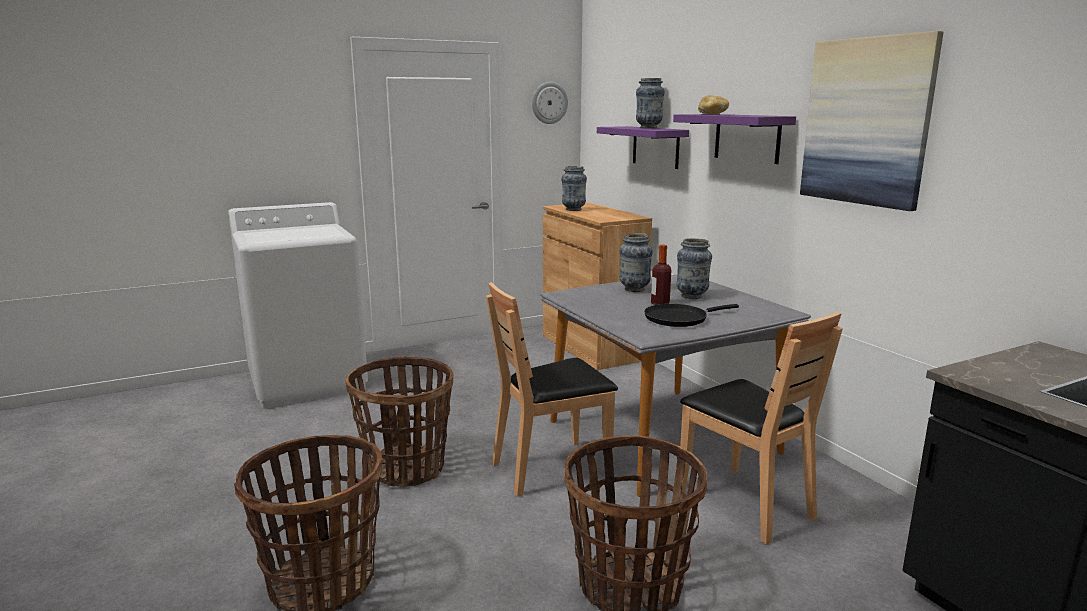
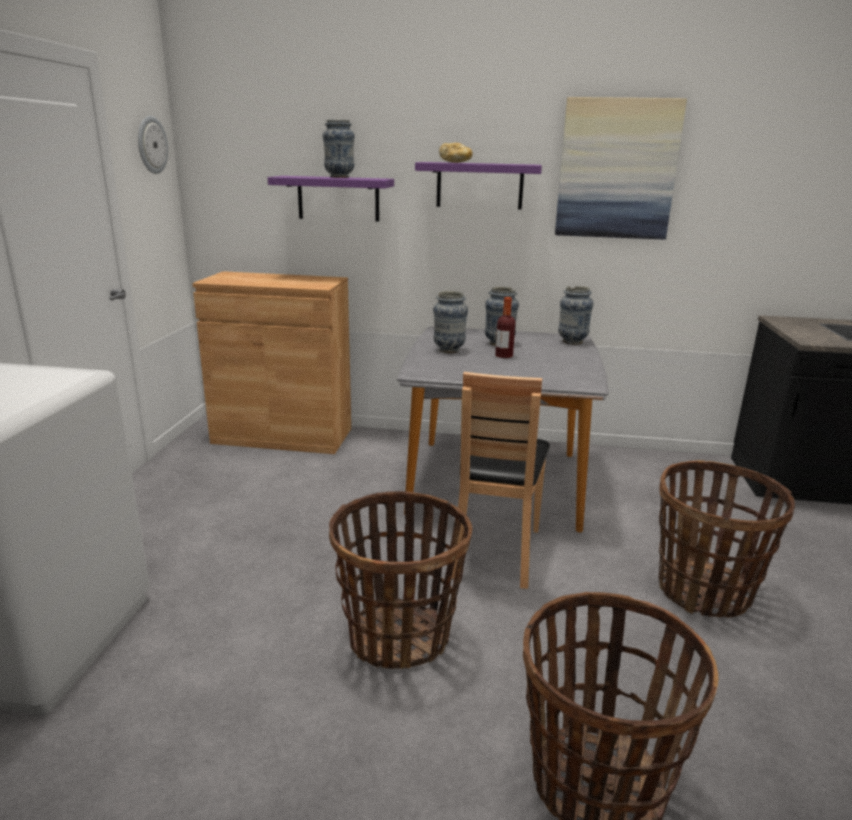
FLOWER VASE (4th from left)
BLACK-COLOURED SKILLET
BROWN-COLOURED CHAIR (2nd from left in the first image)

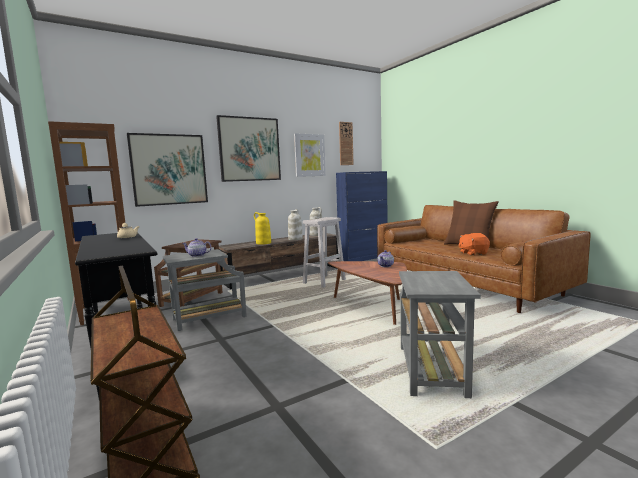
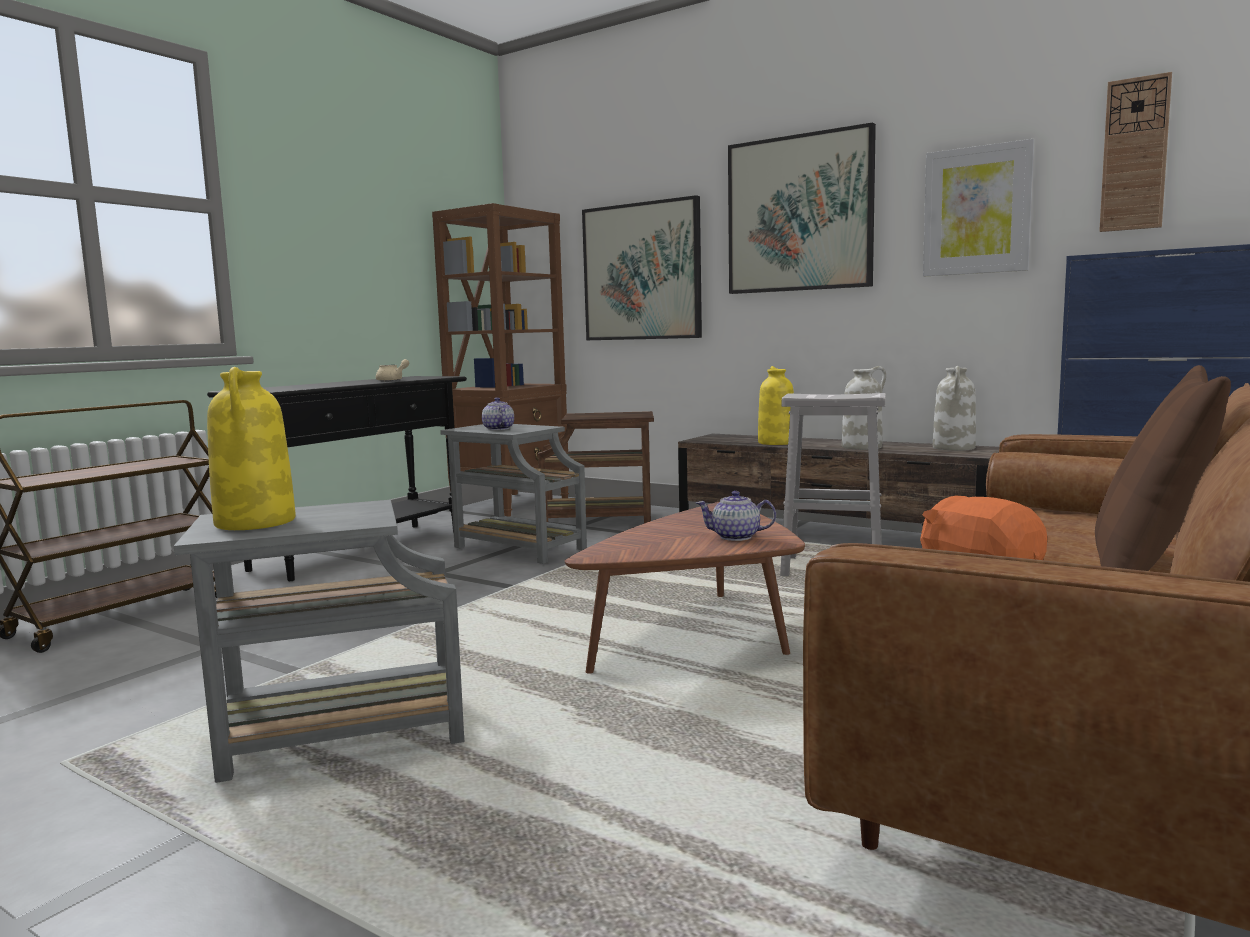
YELLOW FLOWER VASE (1st from left)

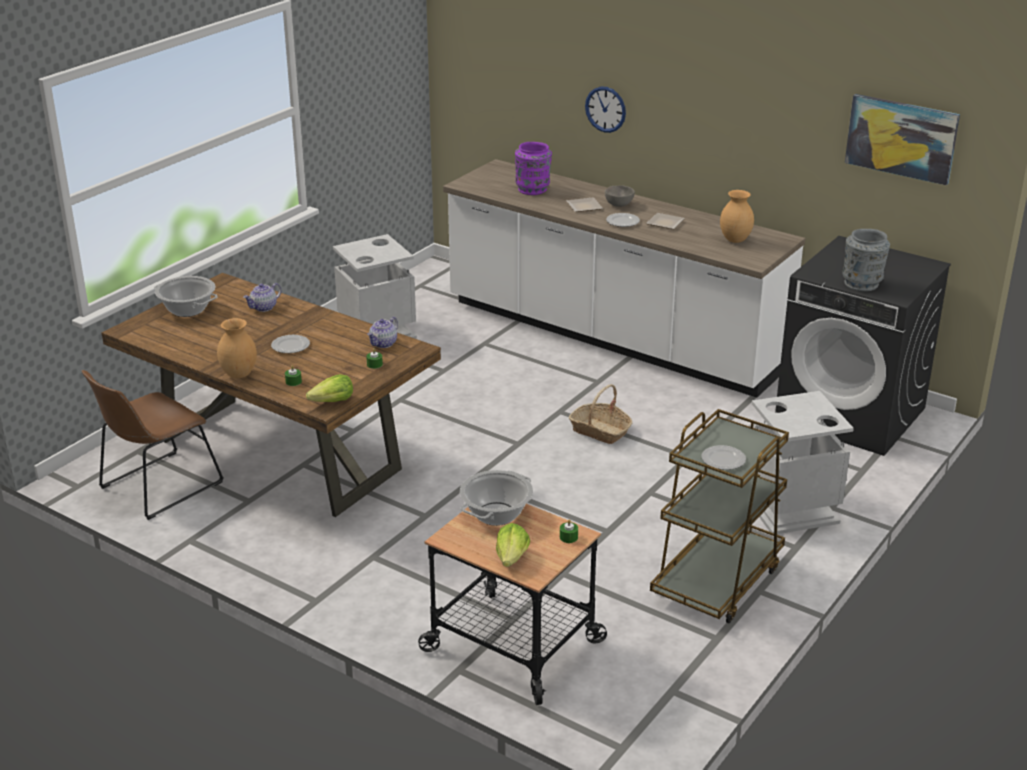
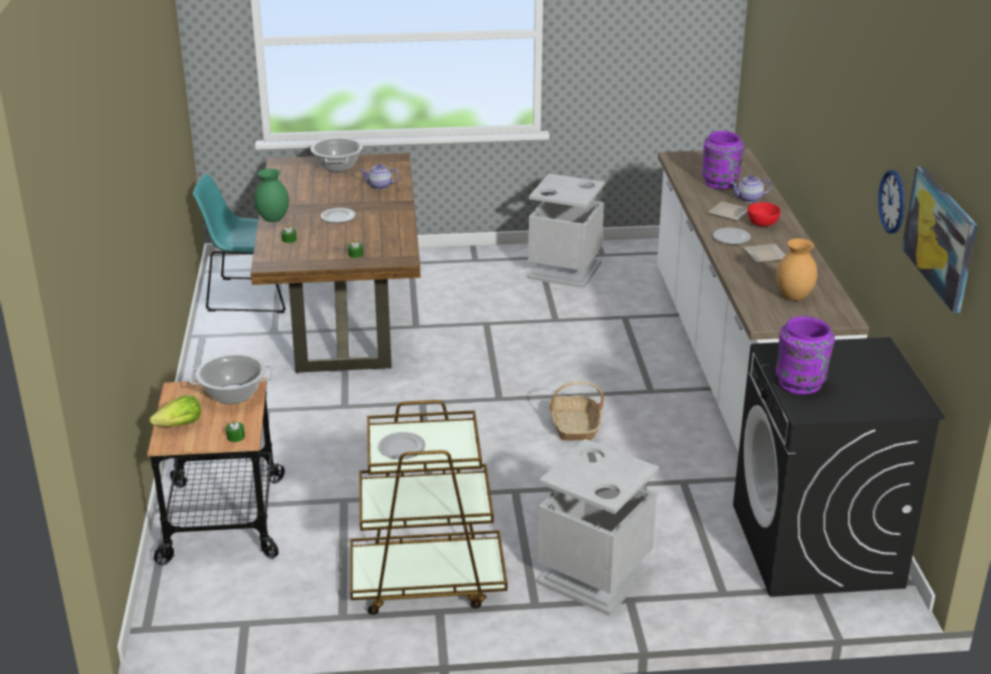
BLUE-GREEN CHAIR
GREEN-COLOURED FLOWER VASE
HEAD OF LETTUCE (1st from left in the first image)
TEAPOT (2nd from left)
HANGING CLOCK
RED-COLOURED BOWL
PURPLISH FLOWER VASE (2nd from left)

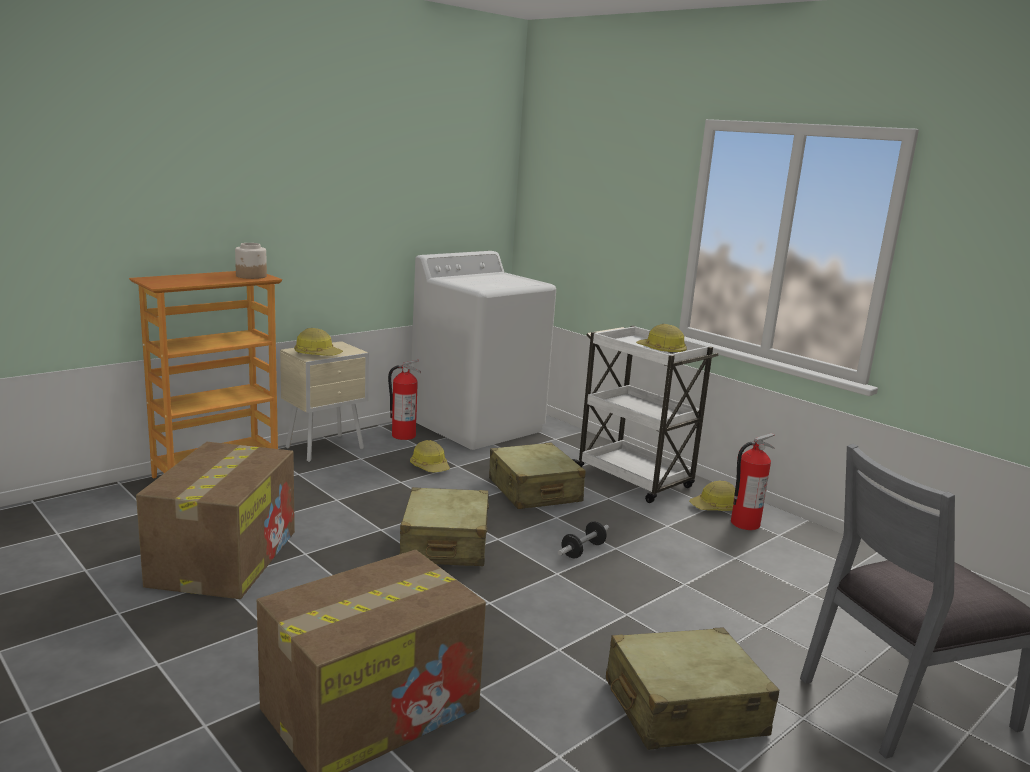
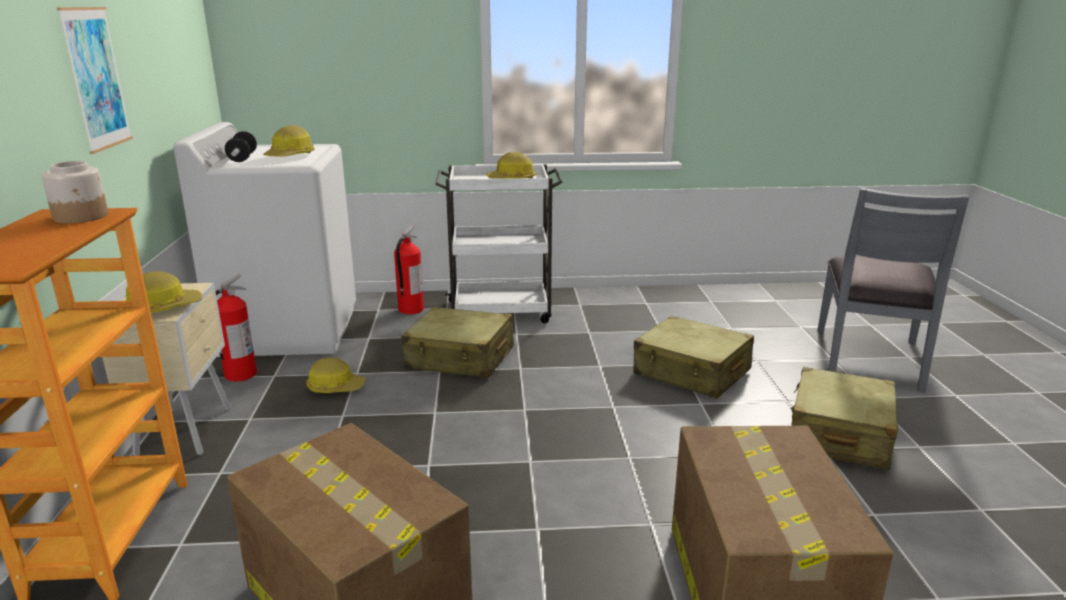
BEIGE SUITCASE (2nd from left)
HAND WEIGHT
WORK HELMET (2nd from left)
FIRE-FIGHTING CYLINDER (2nd from left)
WALL ART

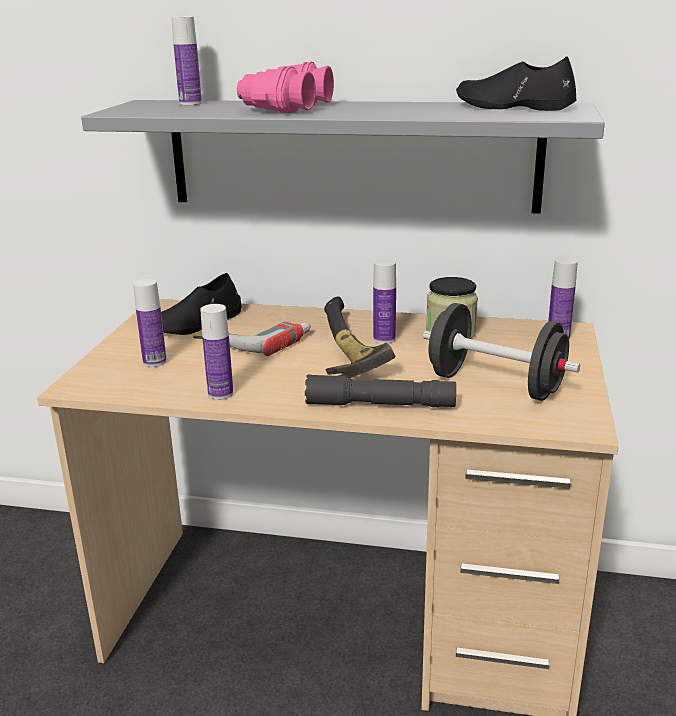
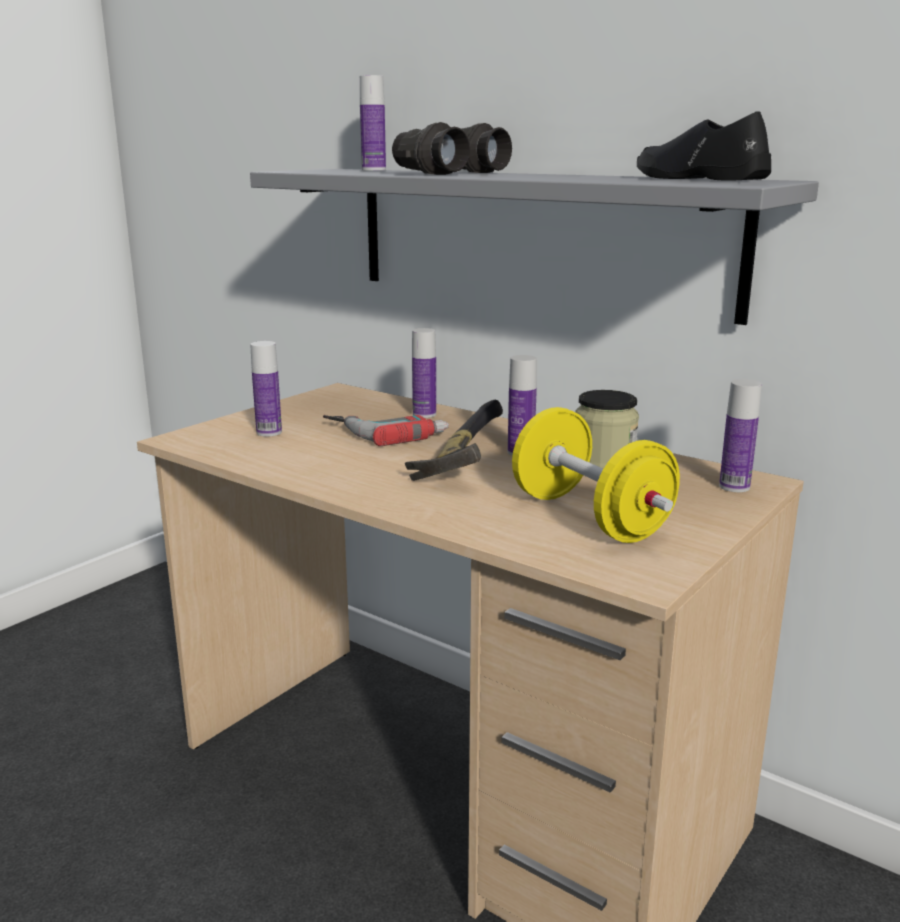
BLACK-COLOURED LOW SHOE (1st from left in the first image)
BEVERAGE BOTTLE (3rd from left)
BLACK-COLOURED PAIR OF BINOCULARS
GRAY FLASHLIGHT
YELLOW HAND WEIGHT

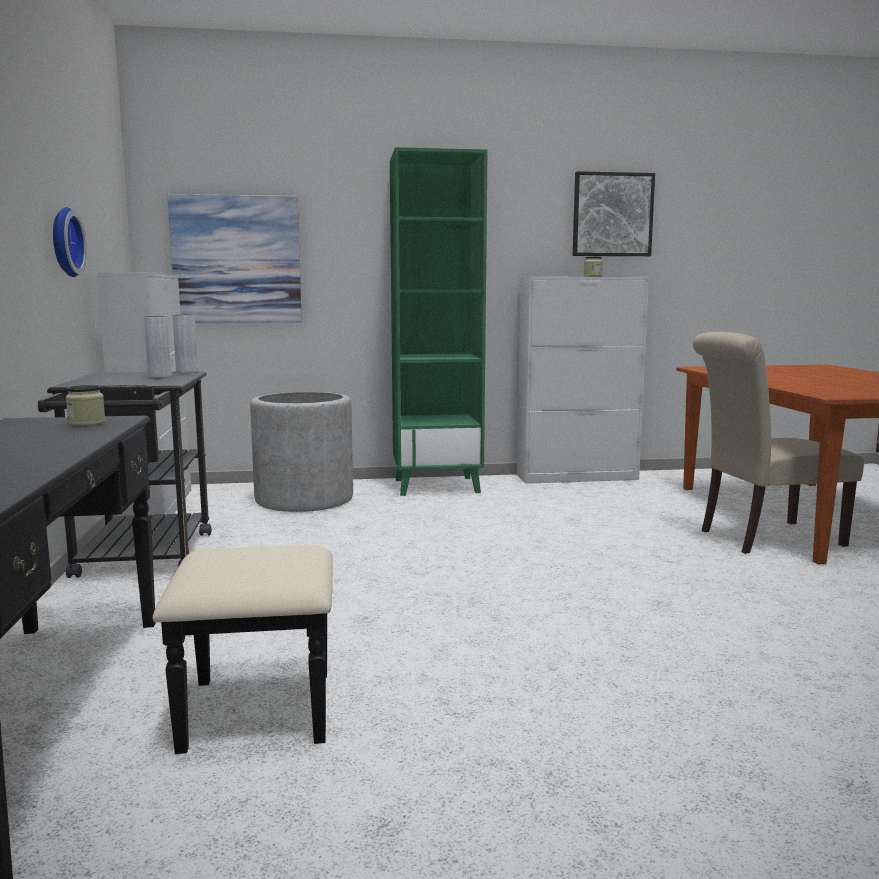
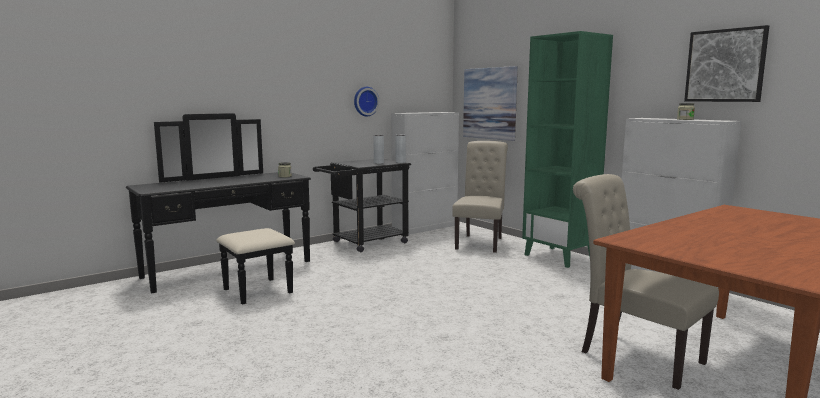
BEIGE CHAIR (1st from left)

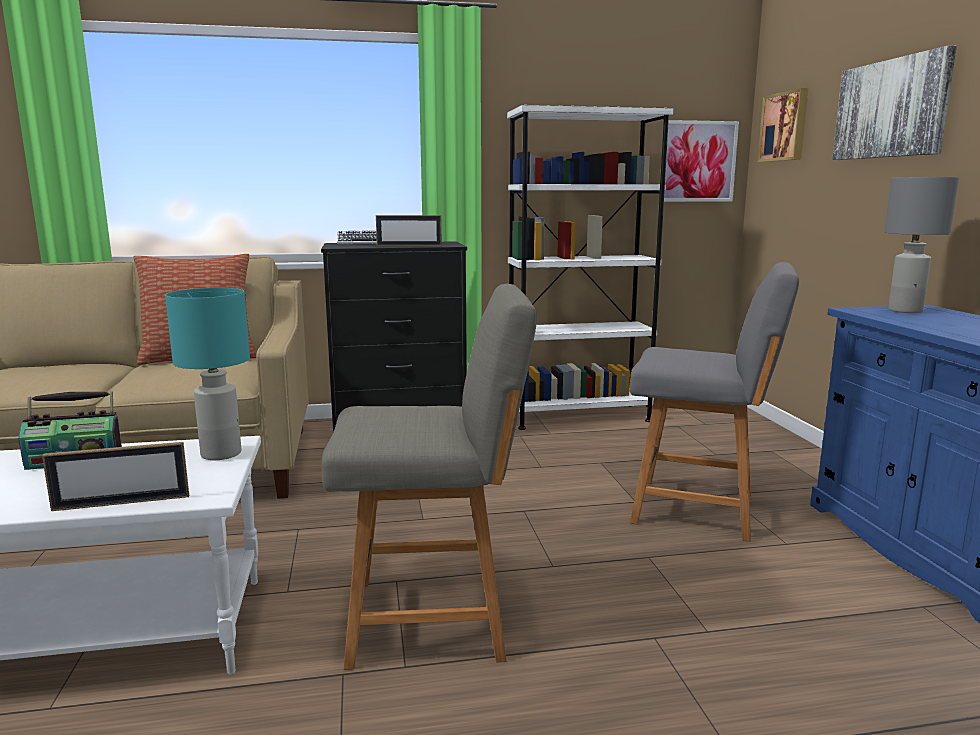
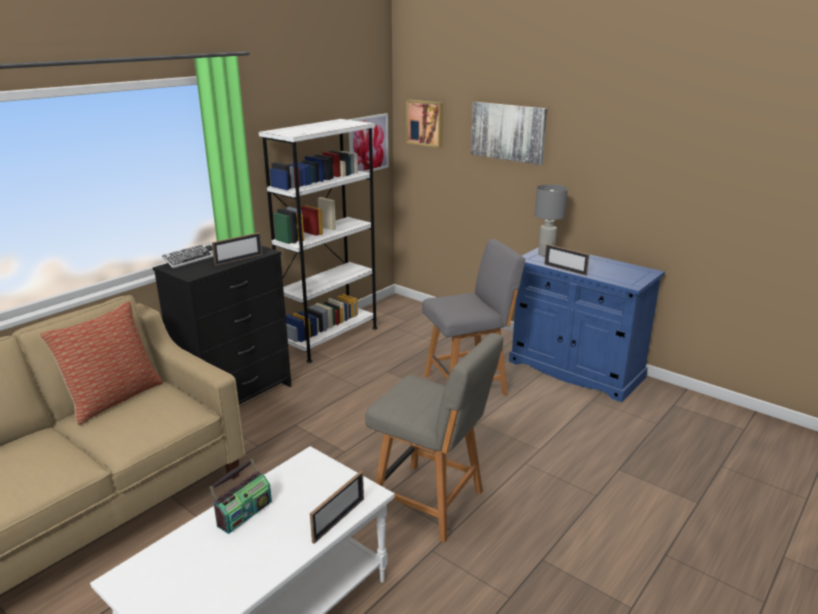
BLUE-GREEN TABLETOP LAMP
GRAY CHAIR (1st from left)
PHOTO FRAME (3rd from left)

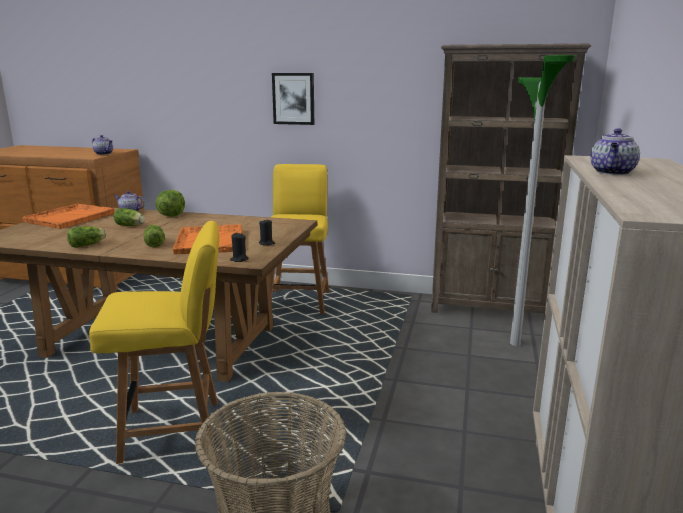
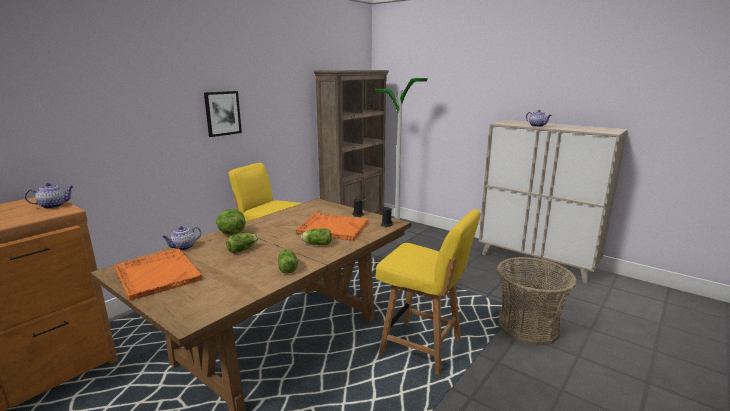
YELLOW CHAIR (2nd from left)

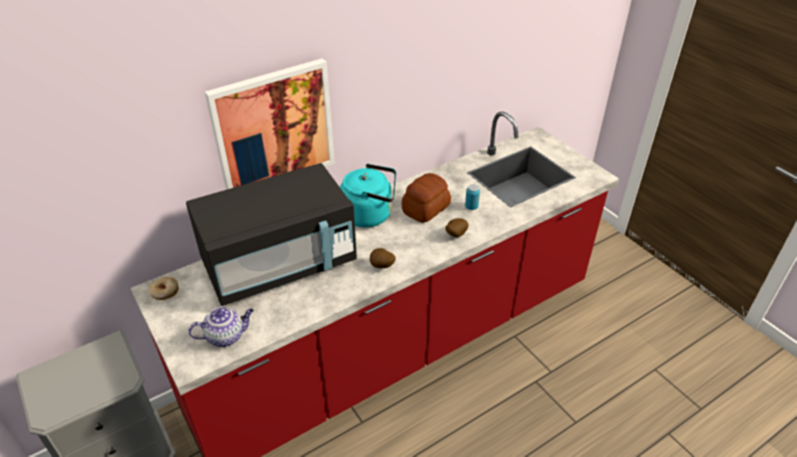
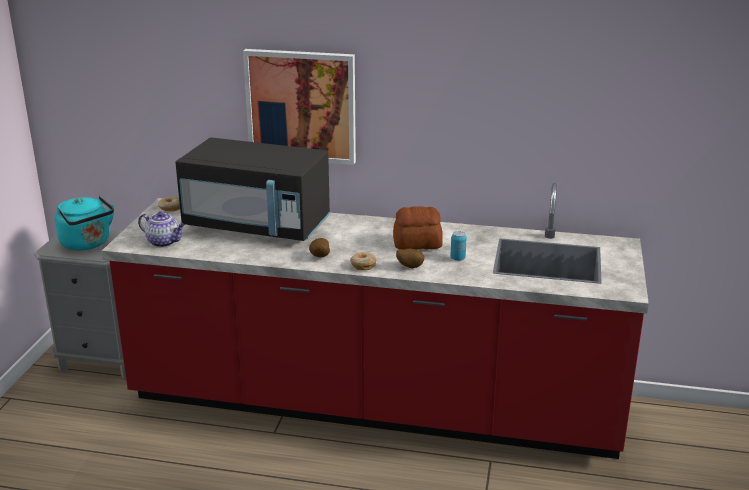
BLUE-GREEN WATER KETTLE
DONUT (2nd from left)

